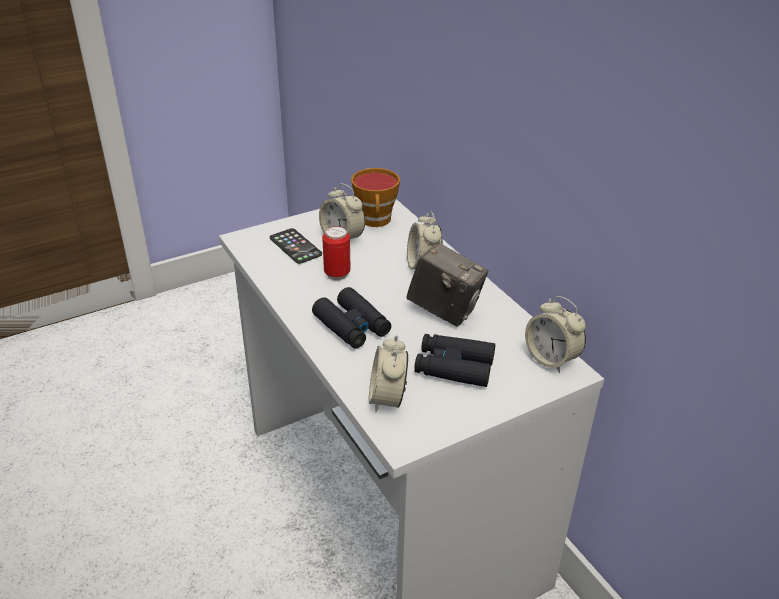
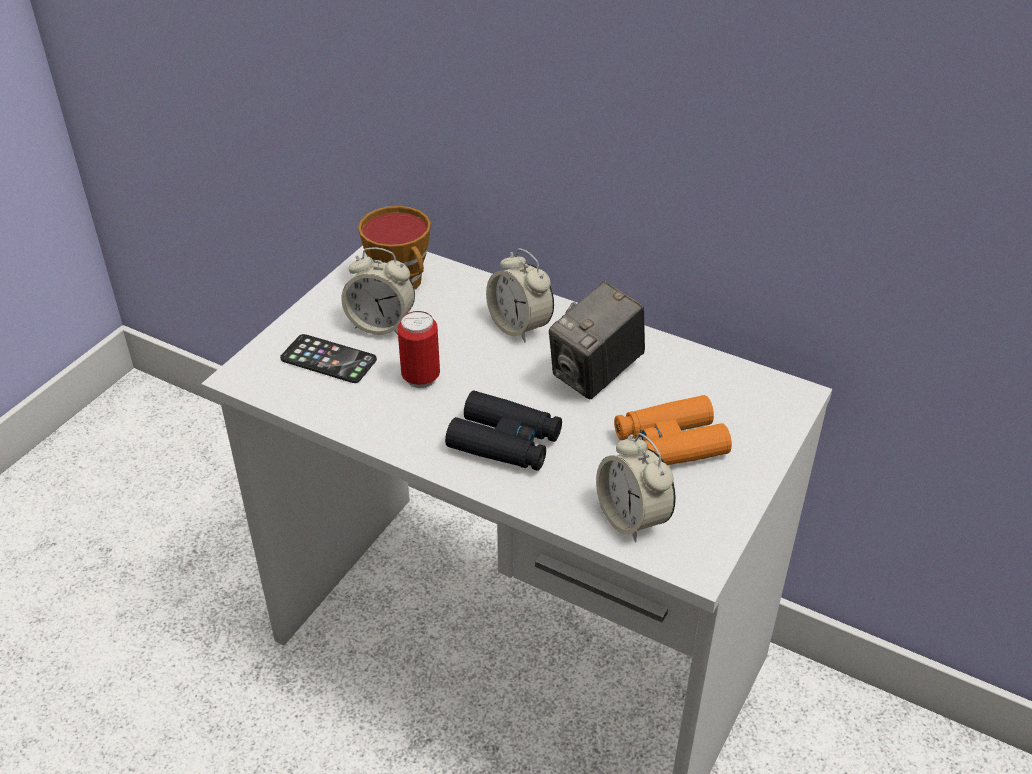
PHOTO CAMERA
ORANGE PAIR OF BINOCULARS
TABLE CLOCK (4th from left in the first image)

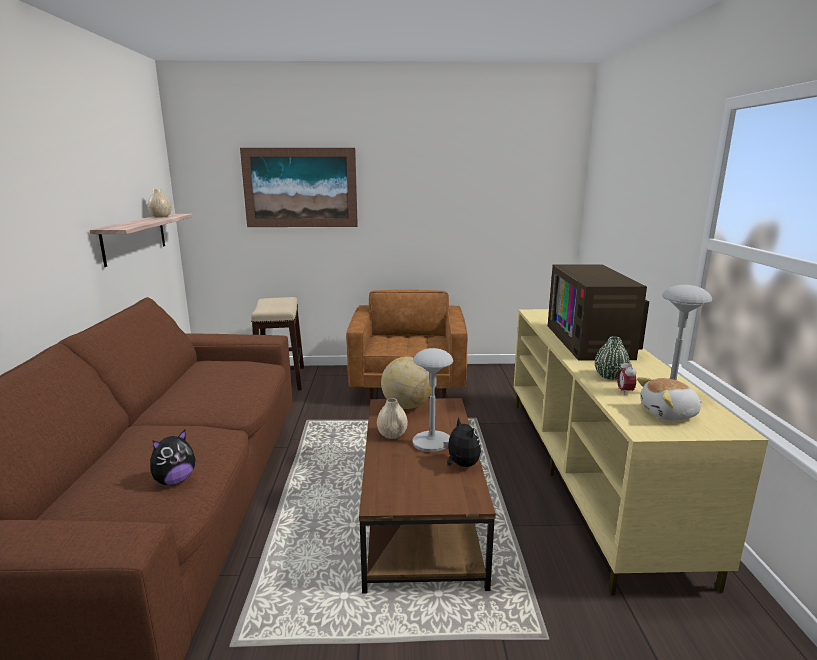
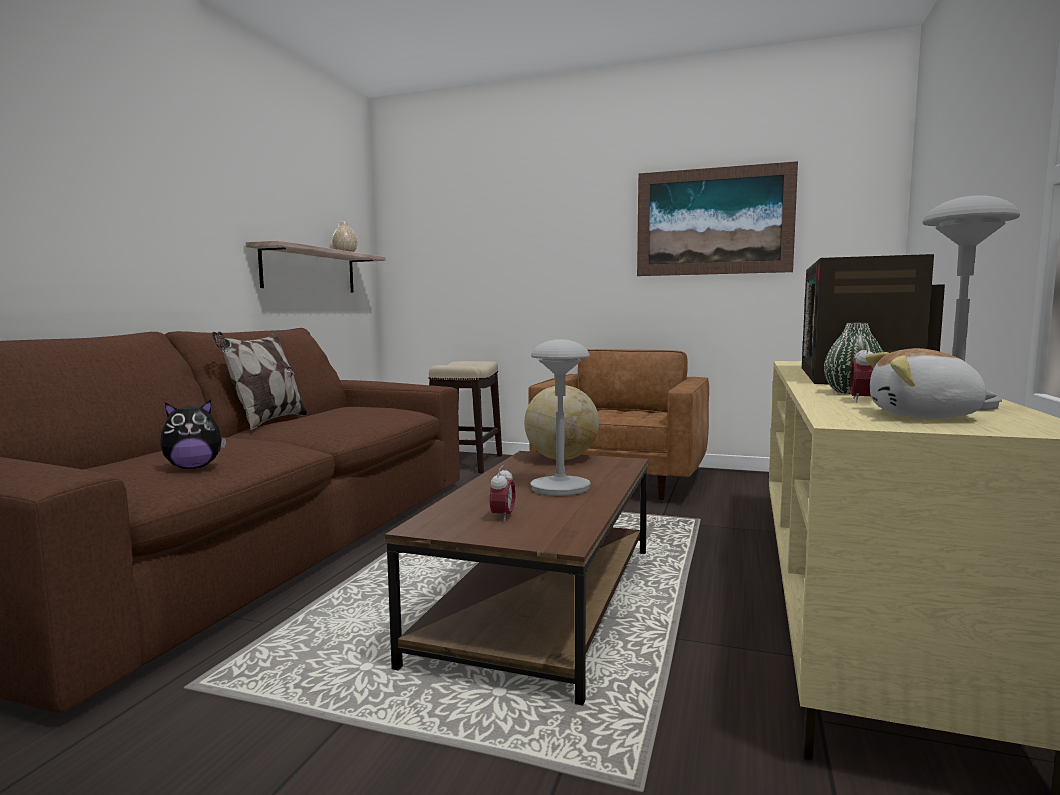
WALL ART
BEIGE FLOWER VASE (2nd from left in the first image)
CUDDLY TOY (2nd from left in the first image)
THROW PILLOW
TABLE CLOCK (1st from left)

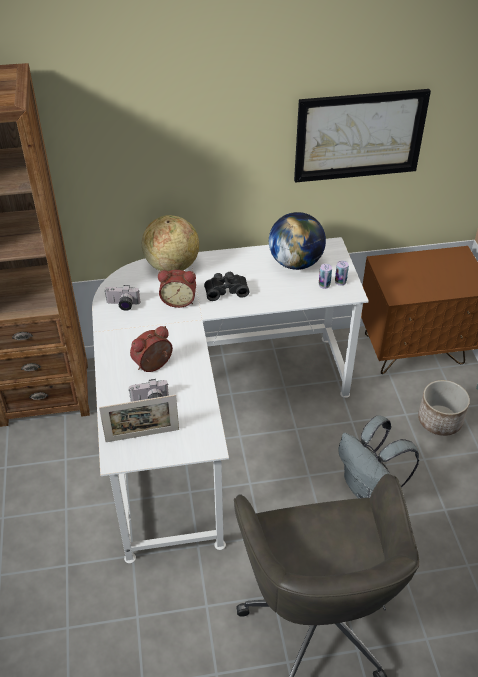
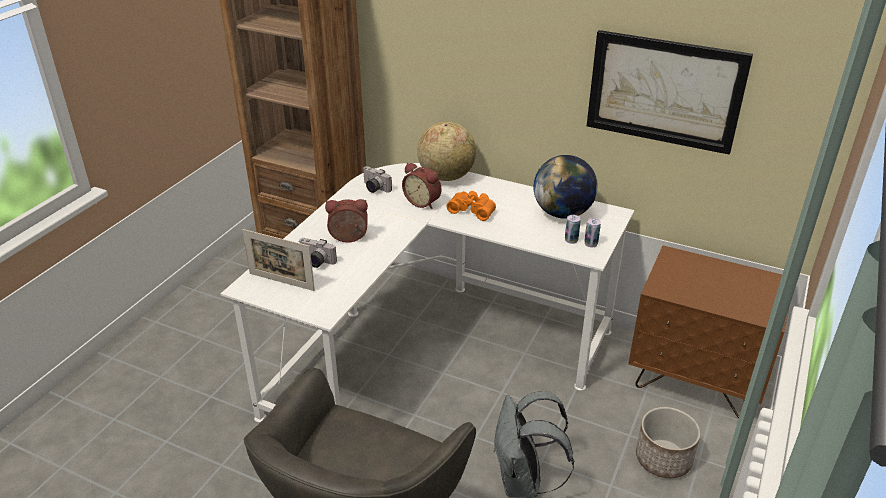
ORANGE PAIR OF BINOCULARS

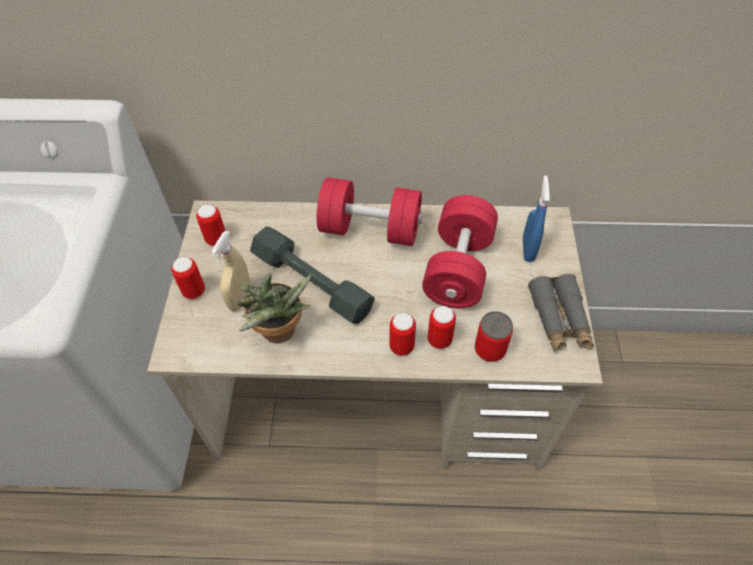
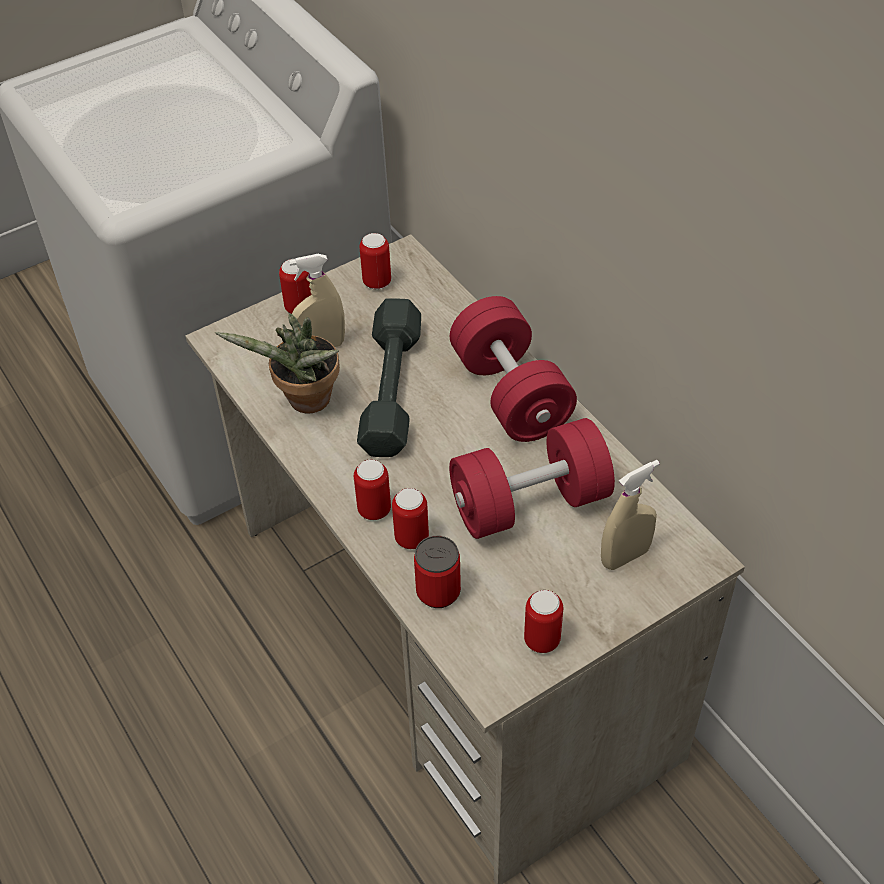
BEIGE SPRAY BOTTLE (2nd from left)
METAL CAN (6th from left)

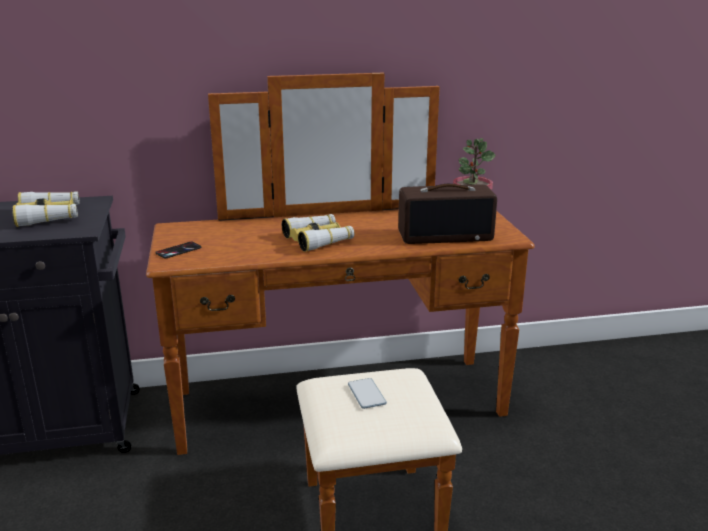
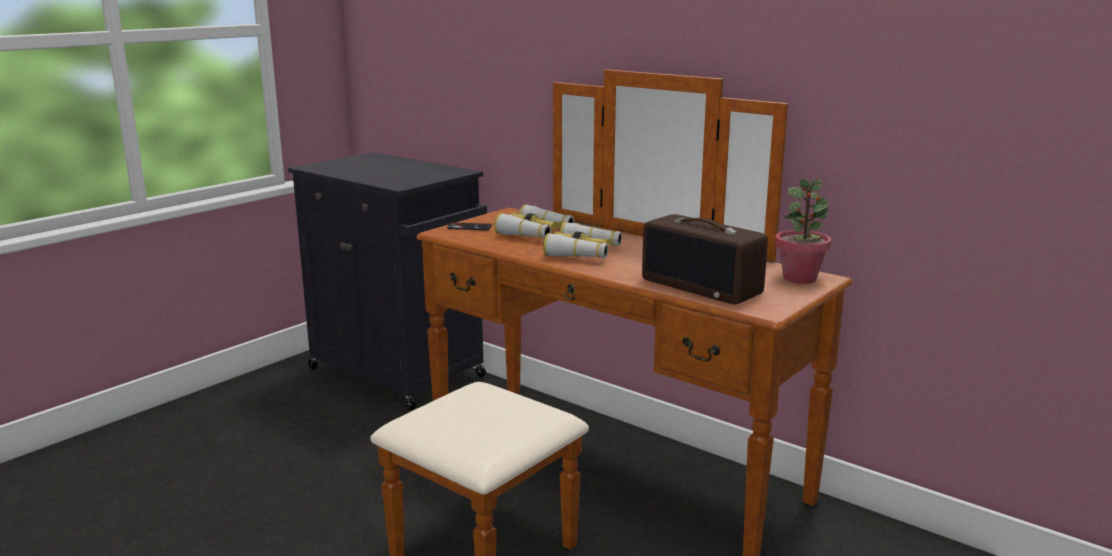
PAIR OF BINOCULARS (1st from left)
HANDSET (2nd from left in the first image)

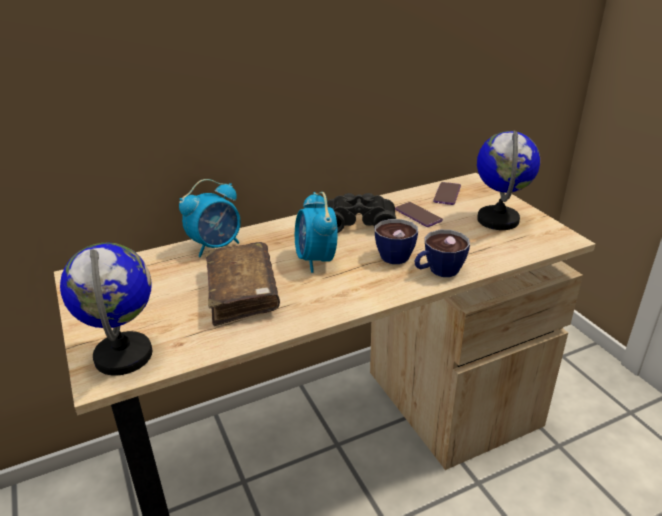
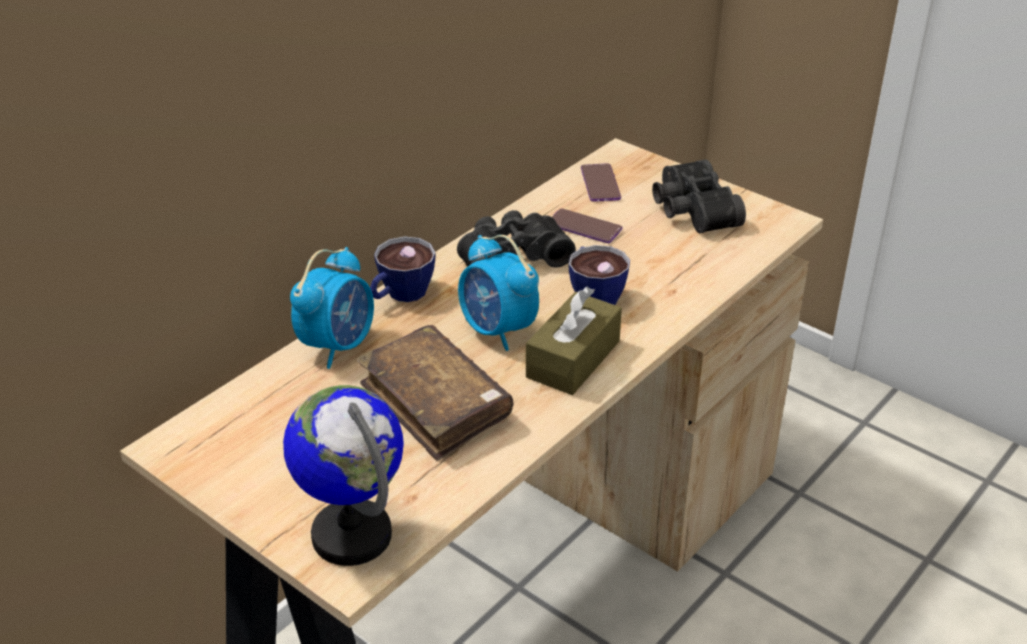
SMALL CUP (1st from left)
BLACK-COLOURED PAIR OF BINOCULARS (2nd from left)
BROWN-COLOURED TISSUE BOX

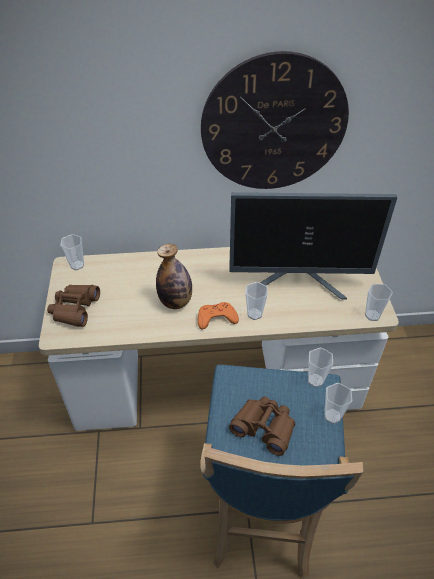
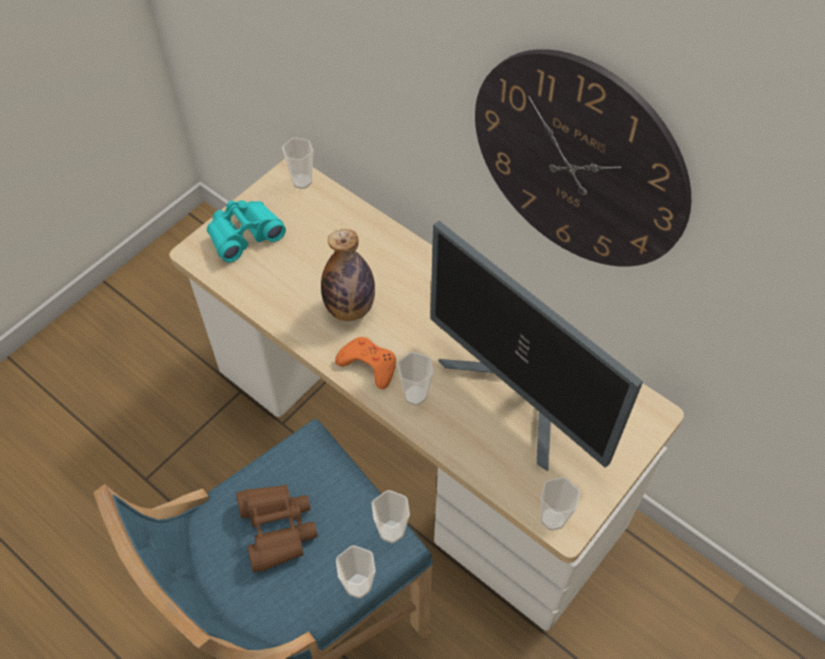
BLUE-GREEN PAIR OF BINOCULARS

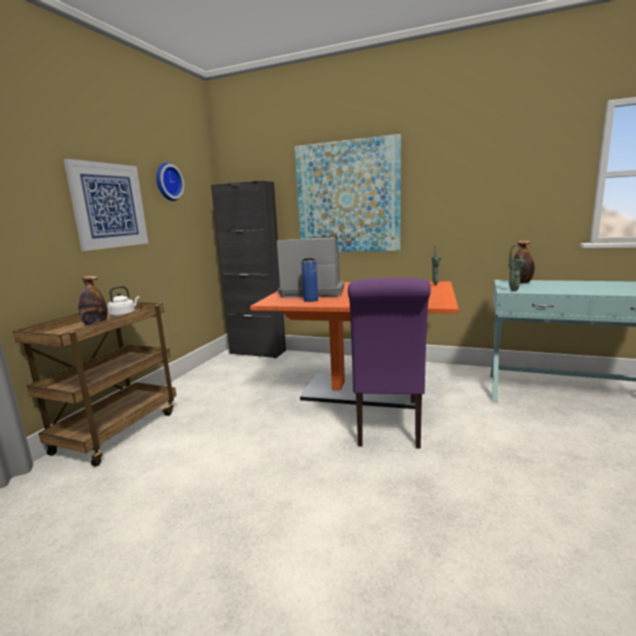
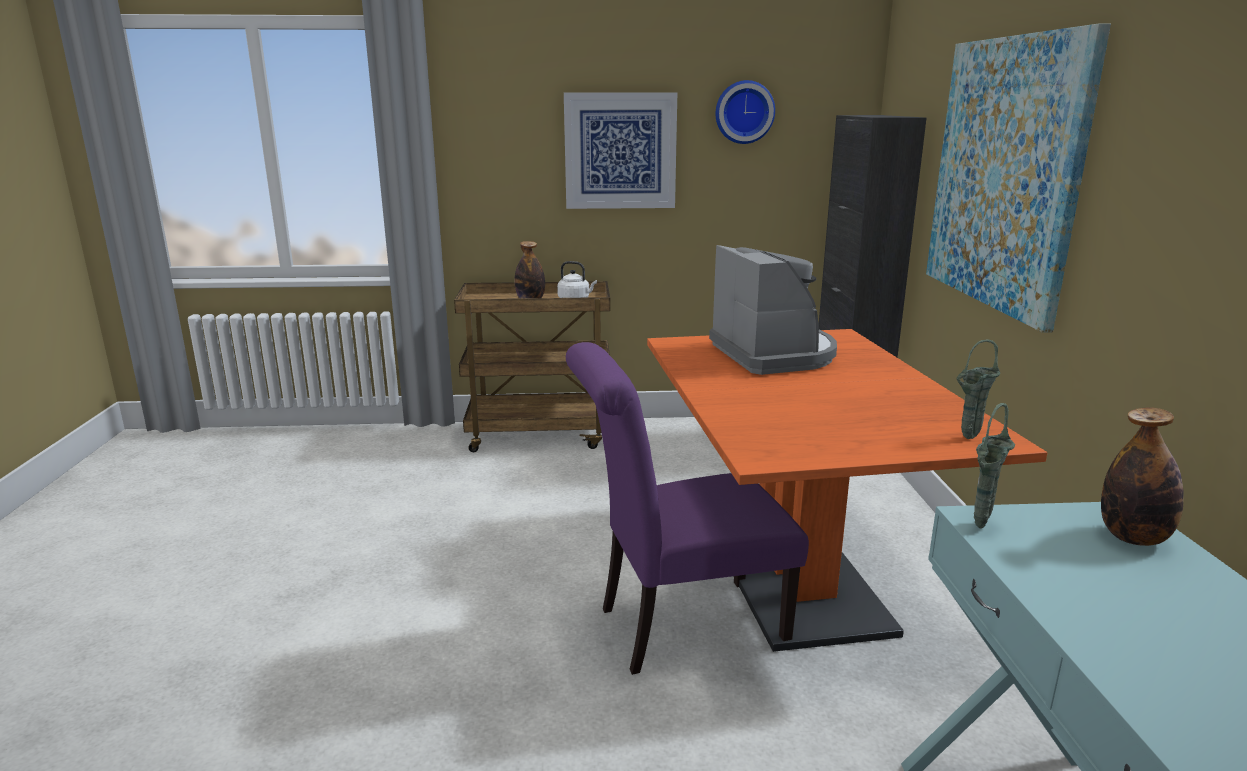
BLUE-COLOURED FLOWER VASE

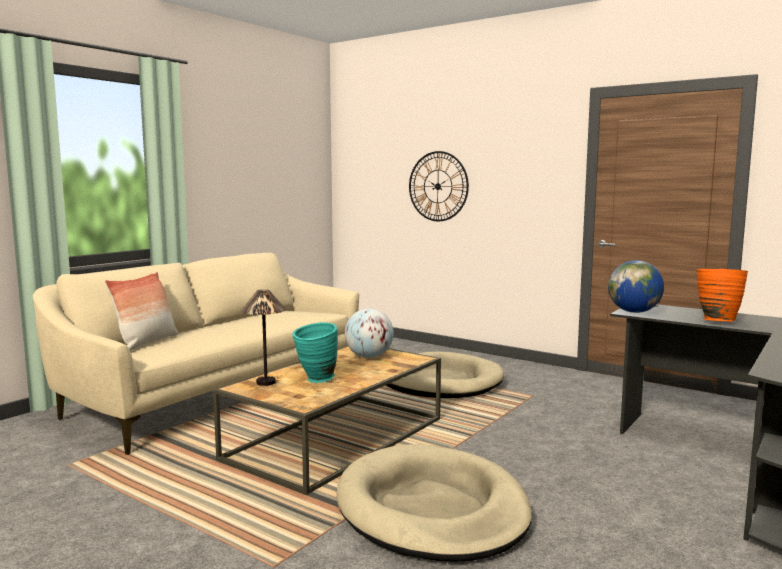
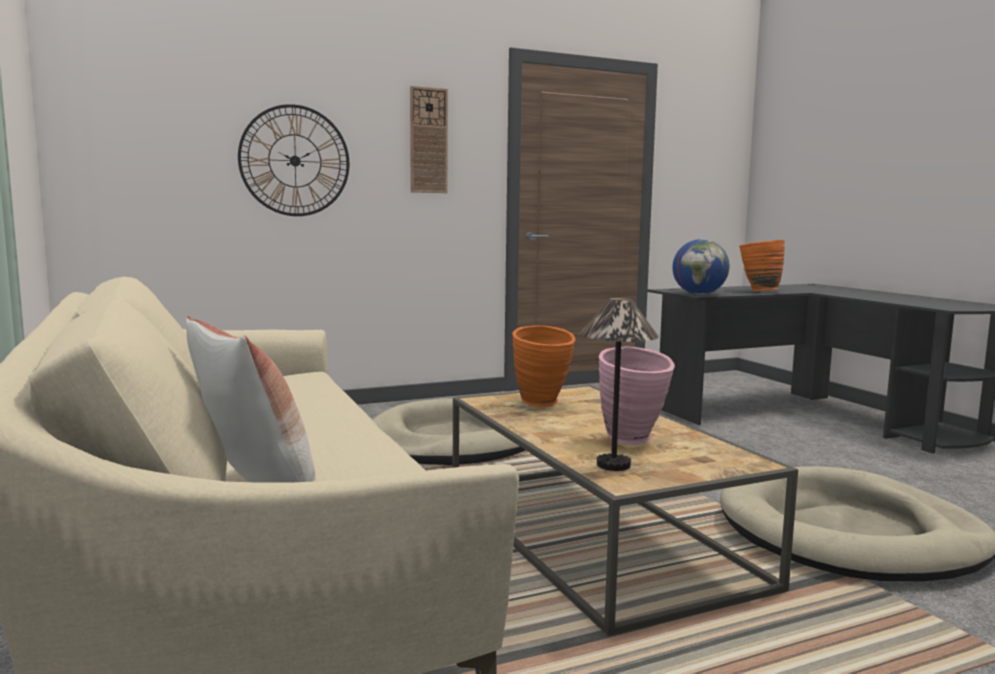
PINKISH FLOWER VASE
ORANGE FLOWER VASE (1st from left)
HANGING CLOCK (2nd from left)

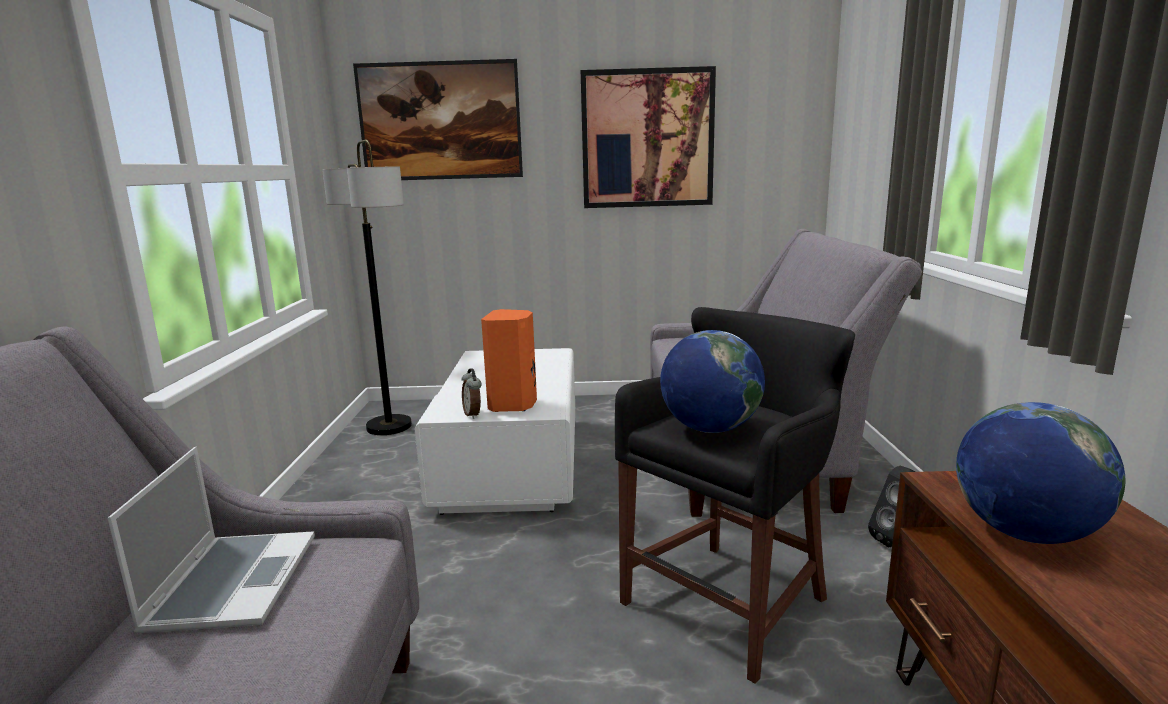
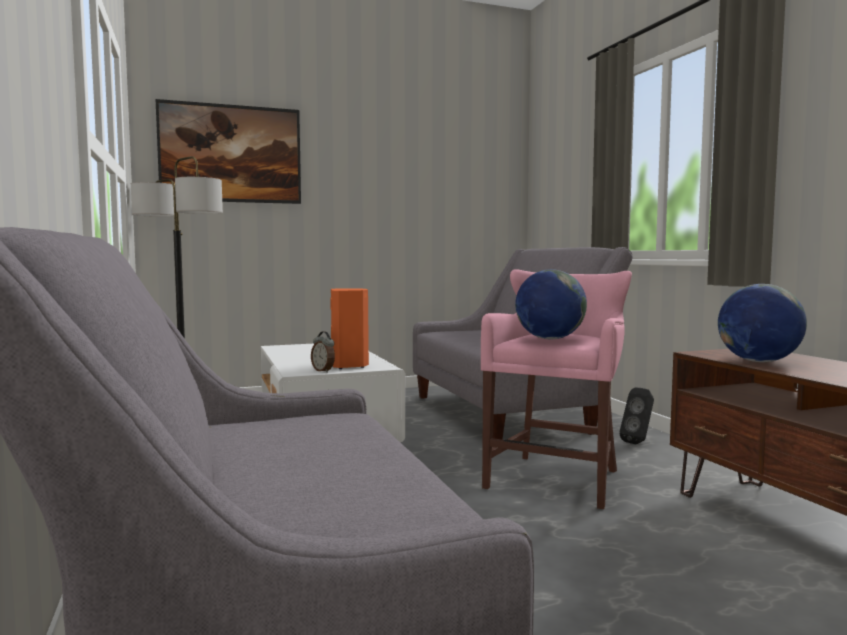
NOTEBOOK COMPUTER
WALL ART (2nd from left in the first image)
PINKISH STOOL

